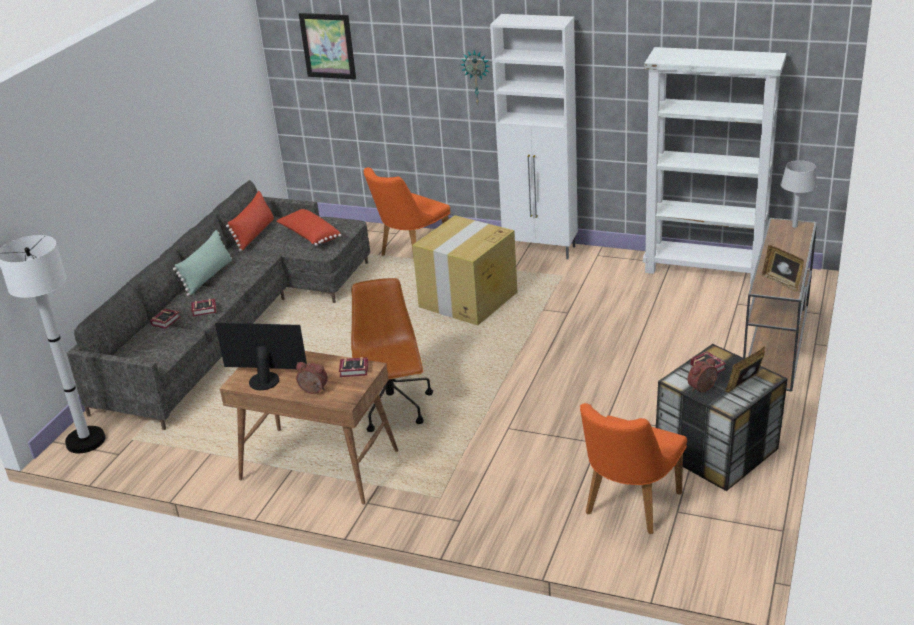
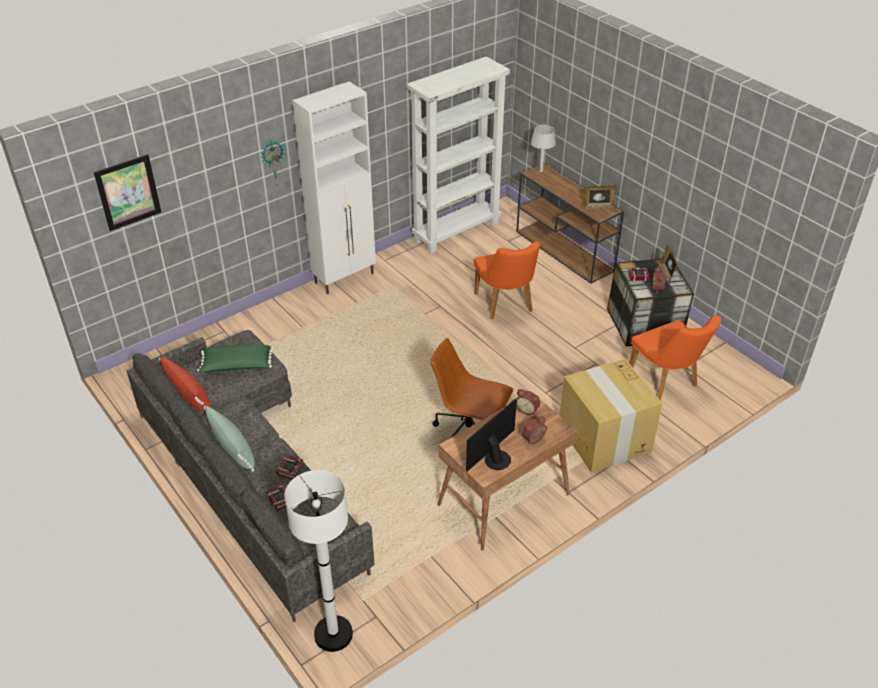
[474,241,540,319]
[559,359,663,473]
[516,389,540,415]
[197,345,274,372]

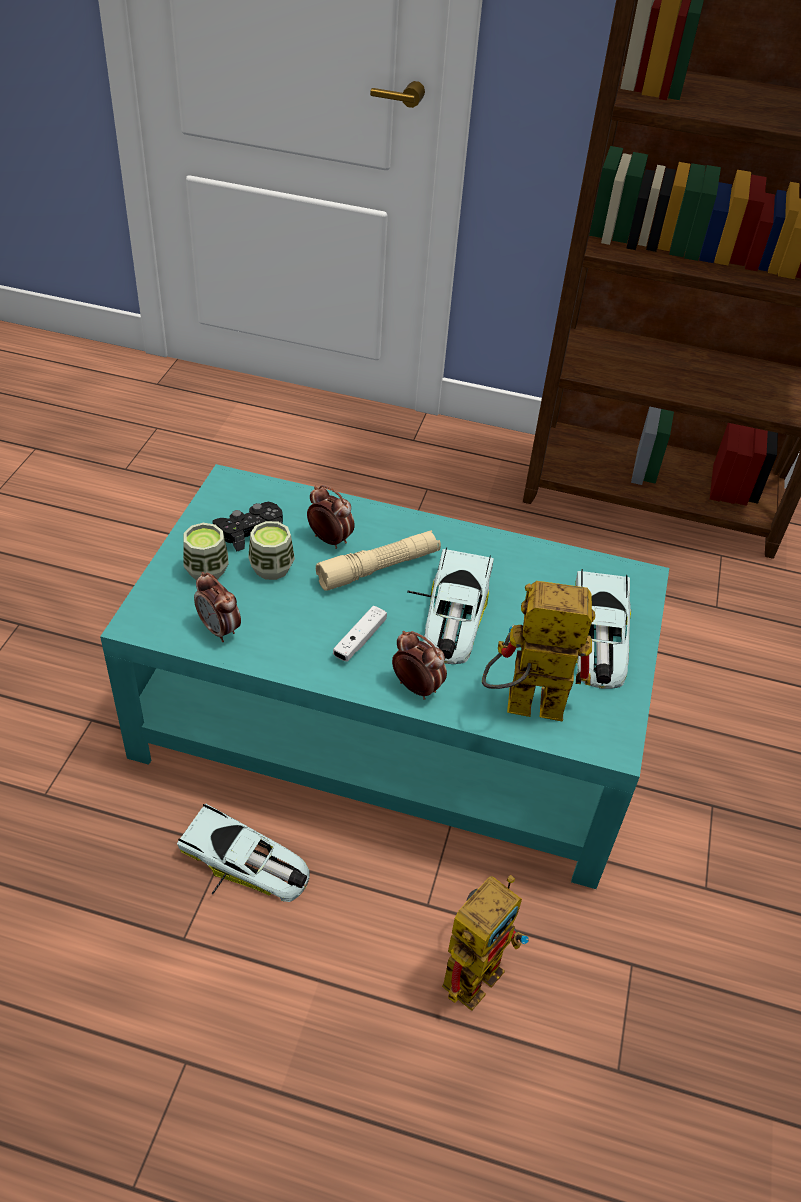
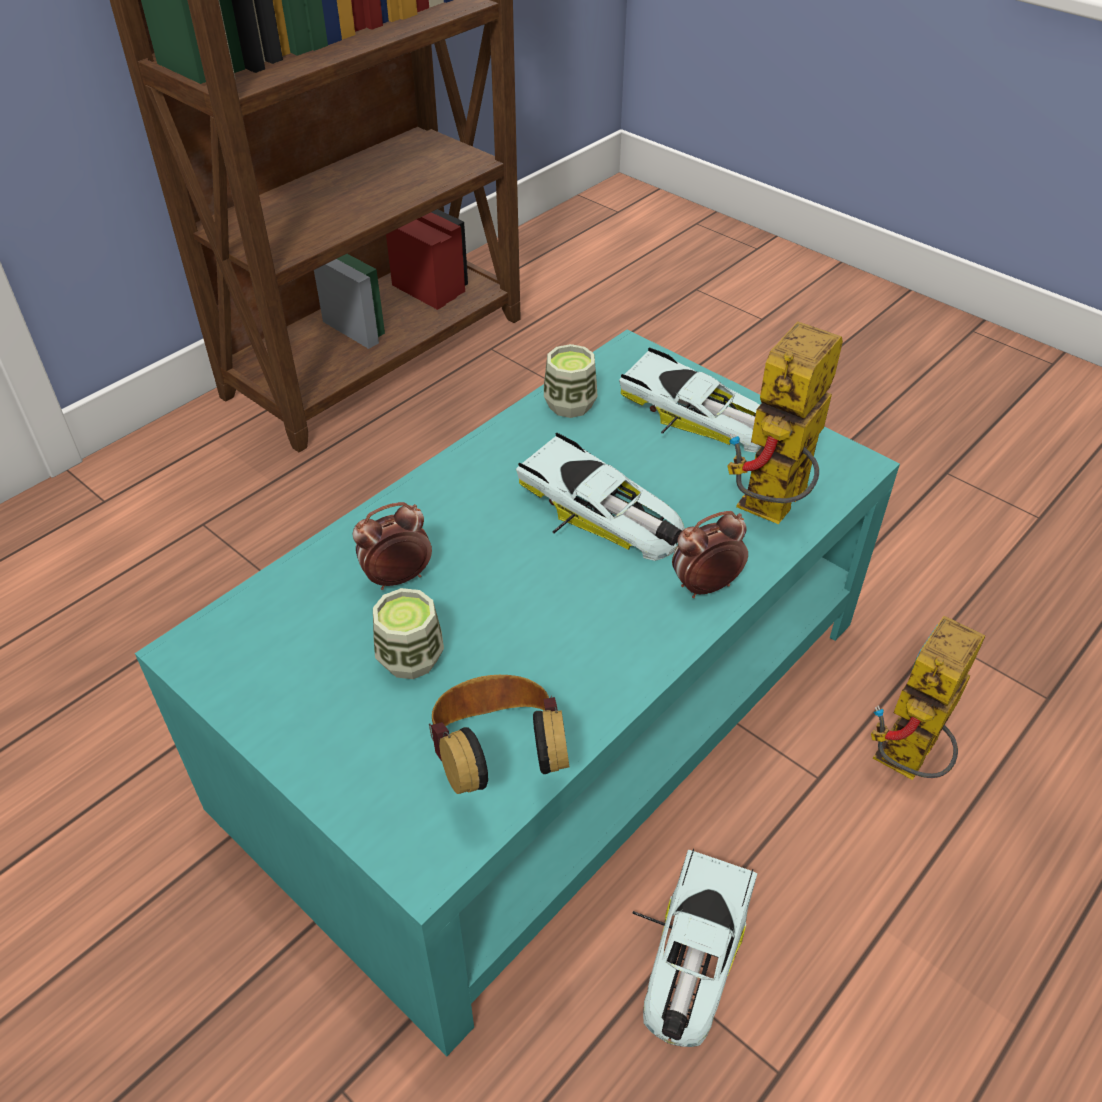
[213,502,283,551] (first image)
[316,530,441,591] (first image)
[333,606,387,662] (first image)
[544,344,598,418]
[429,675,569,794]
[632,849,758,1047]
[871,616,985,780]

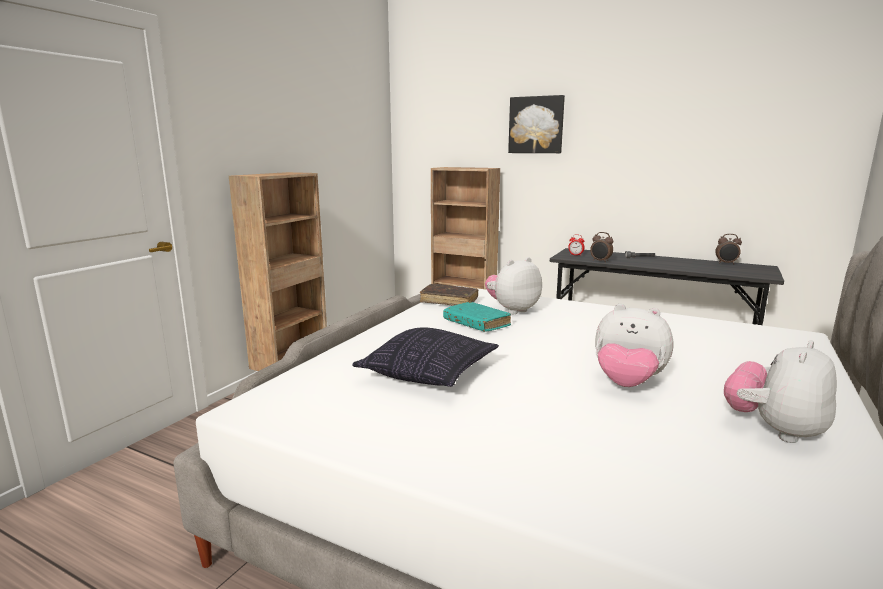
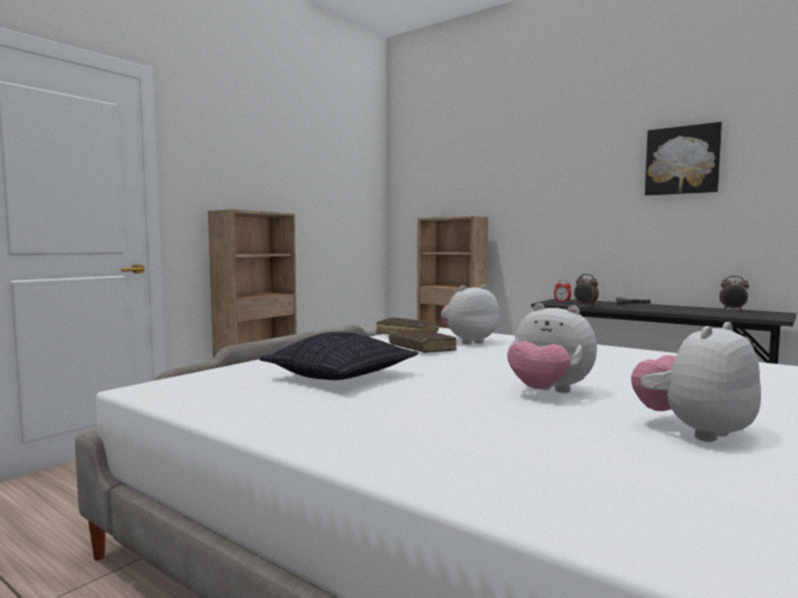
[645,122,722,196]
[389,329,457,353]

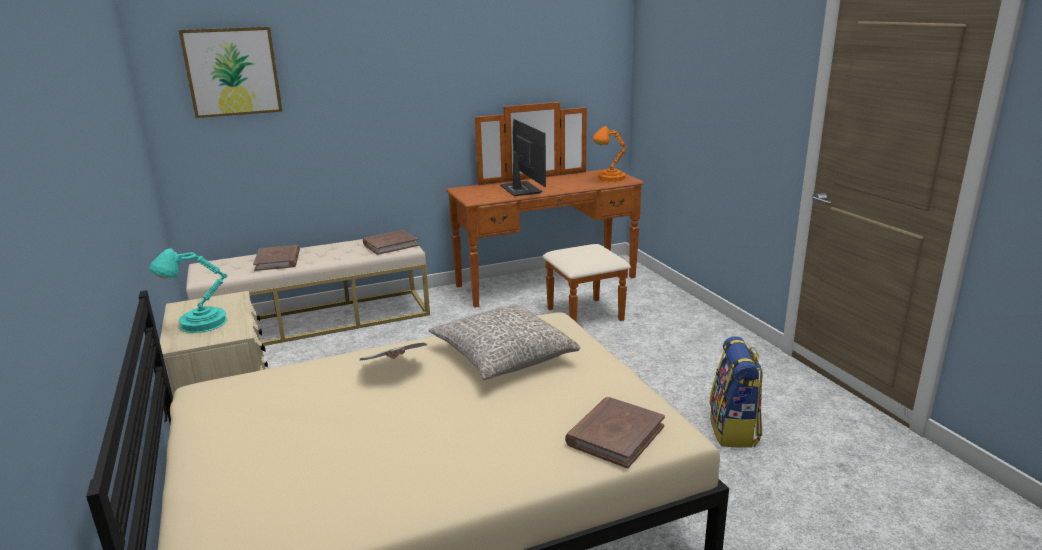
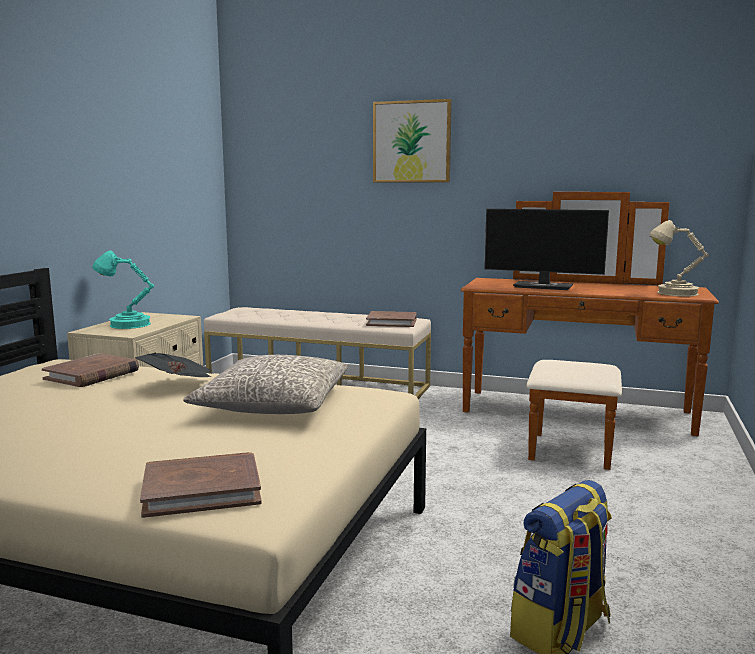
[373,99,452,182]
[42,353,139,387]
[649,220,709,297]
[484,209,609,290]

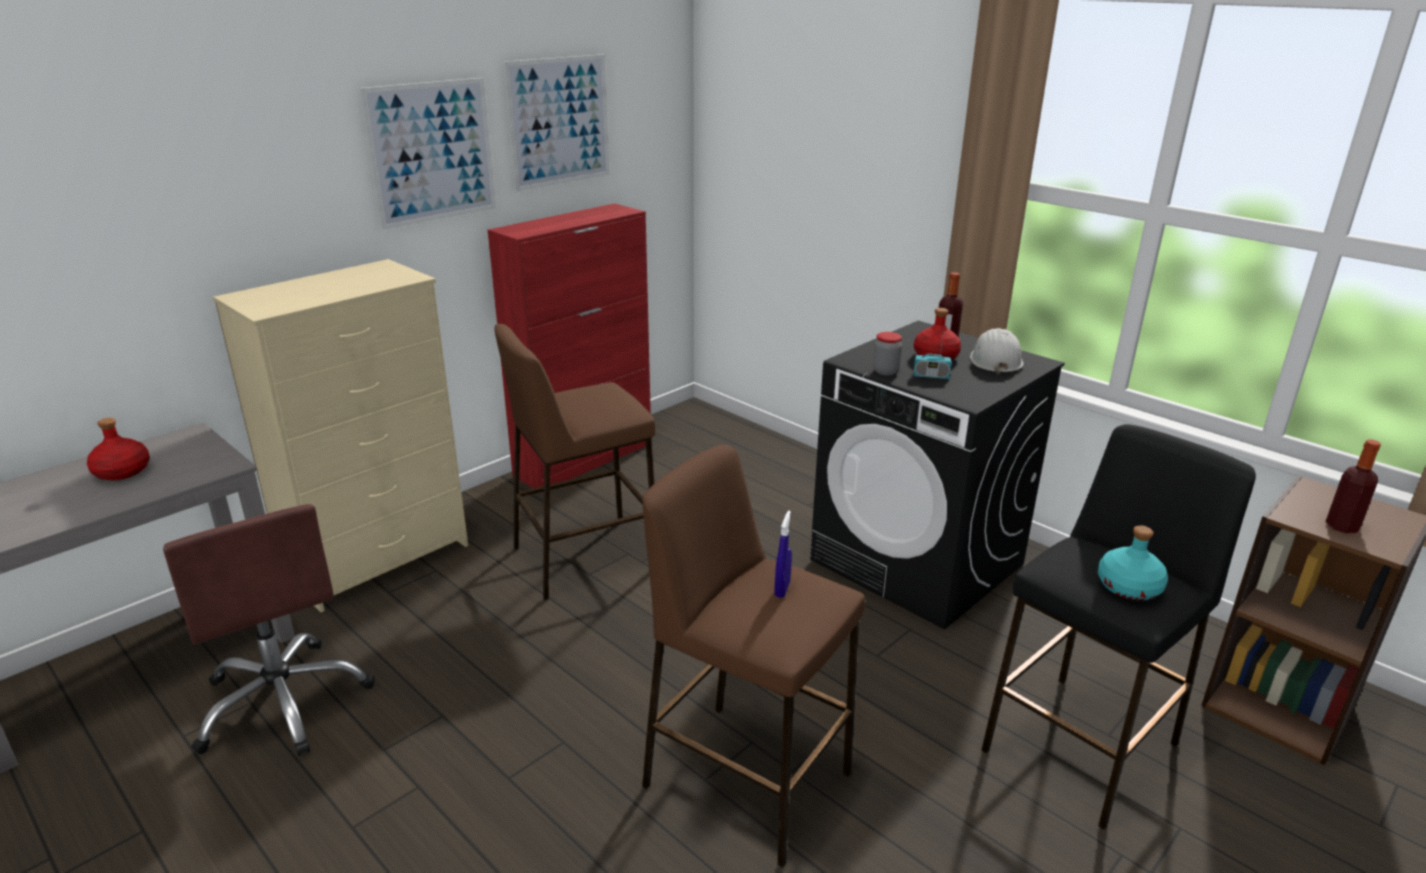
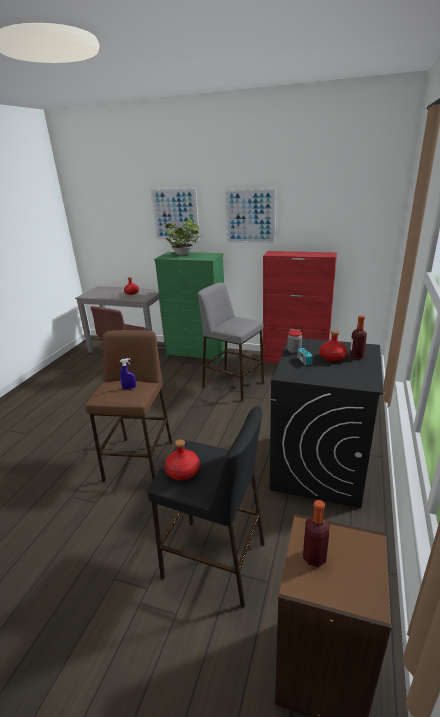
[970,328,1023,375] (first image)
[165,219,201,255]
[150,188,199,240]
[154,252,225,364]
[198,282,264,401]
[165,439,200,480]

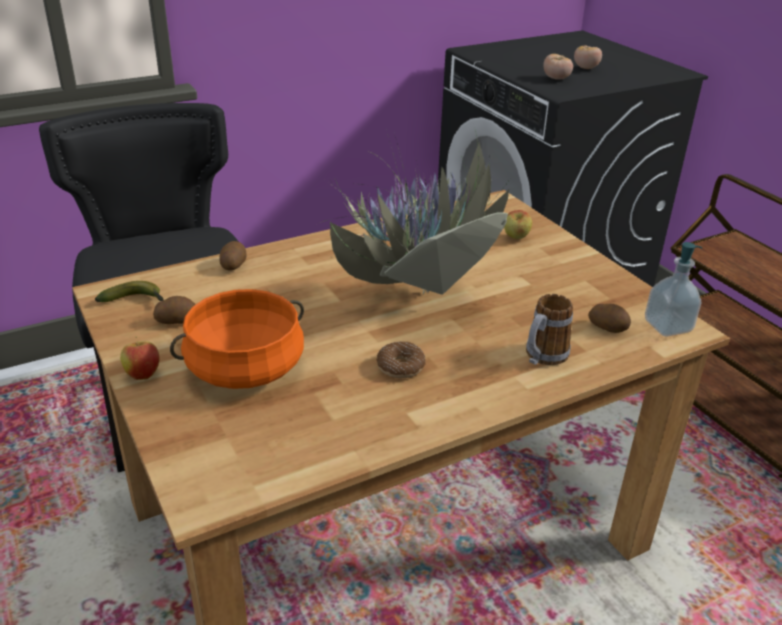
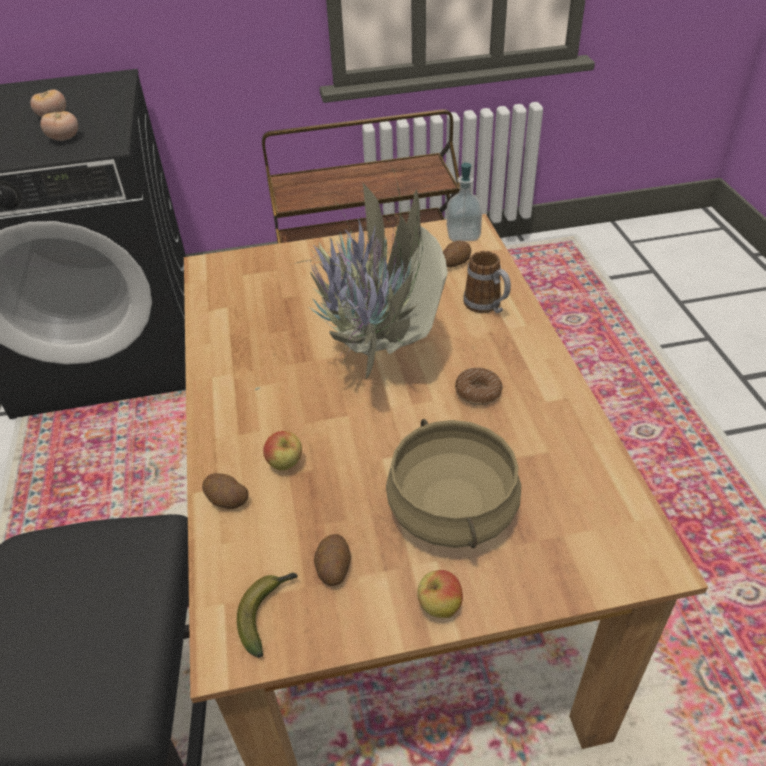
[263,431,302,471]
[386,419,521,548]

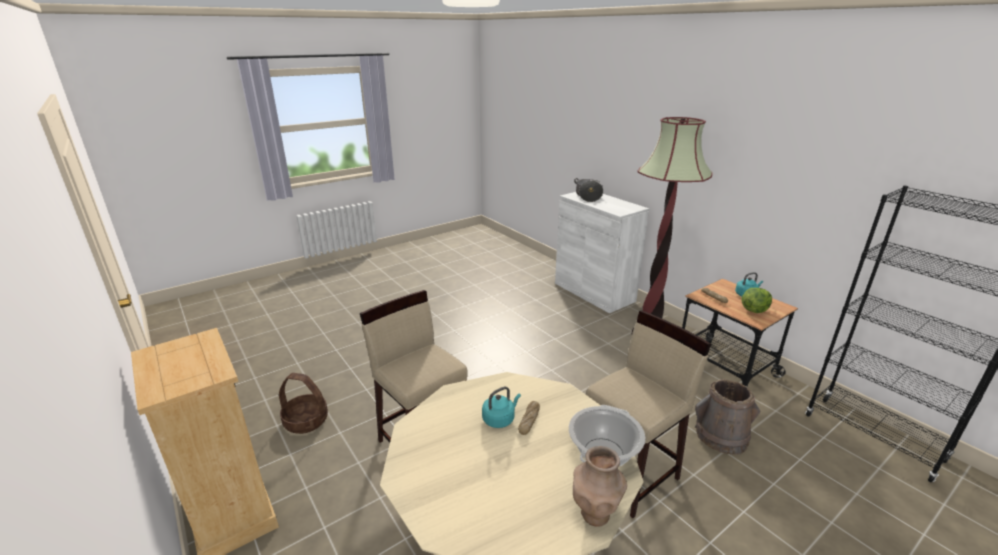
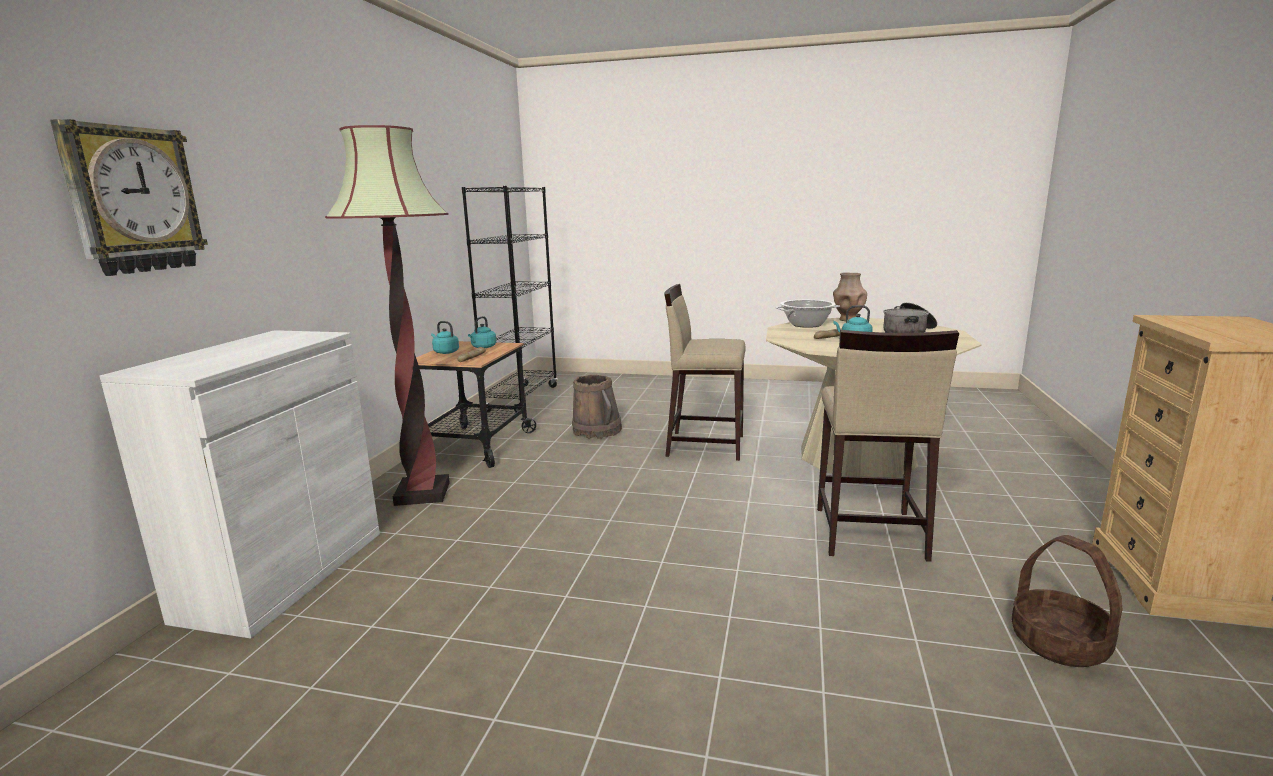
[50,119,208,276]
[883,303,937,333]
[468,316,496,348]

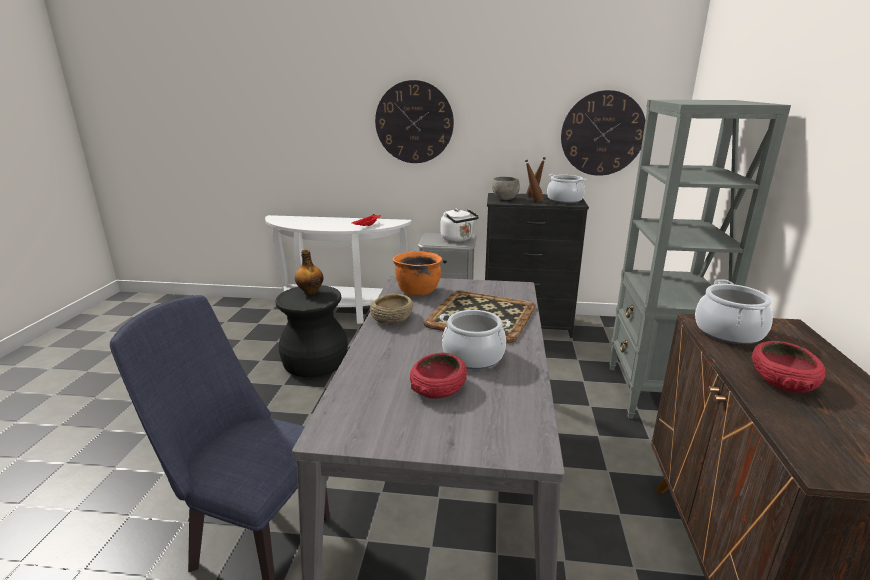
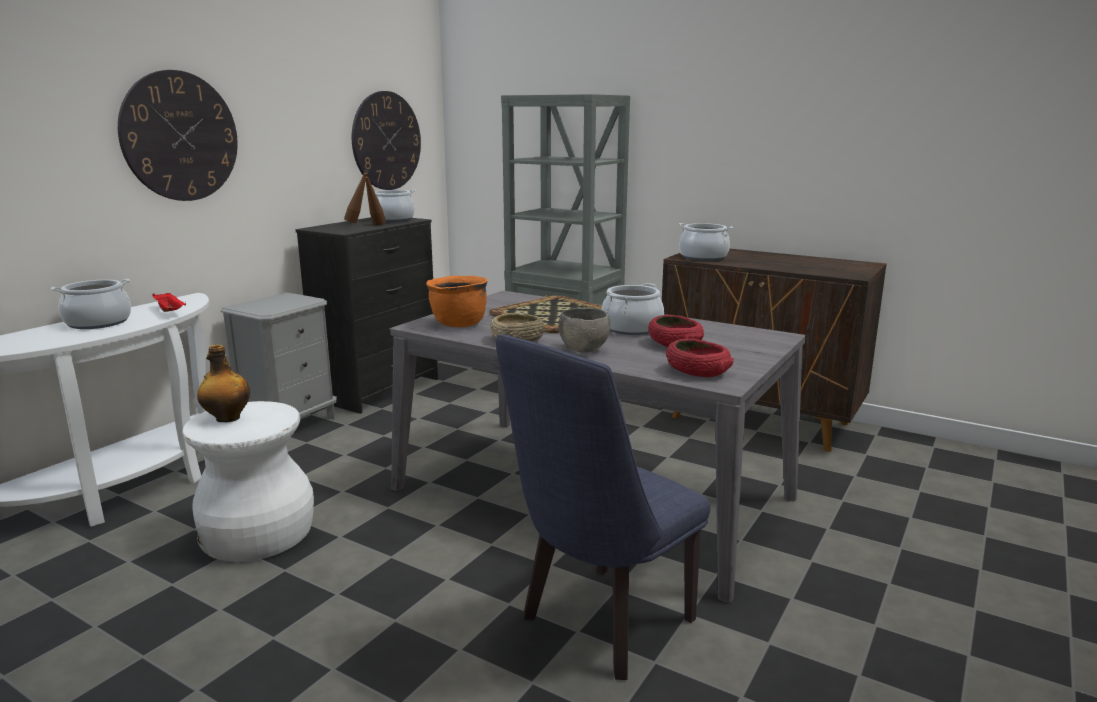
[441,209,479,242] (first image)
[51,279,131,329]
[559,308,611,353]
[666,339,734,377]
[182,401,314,562]

